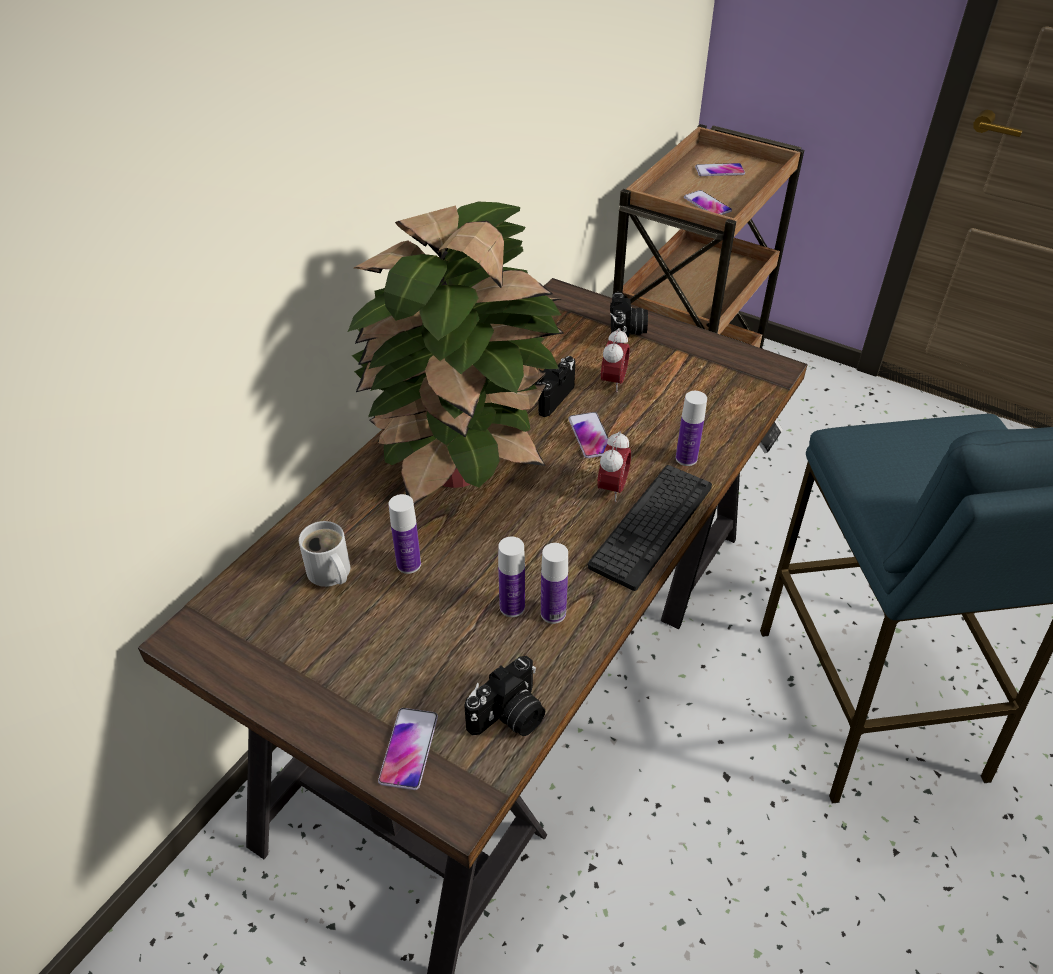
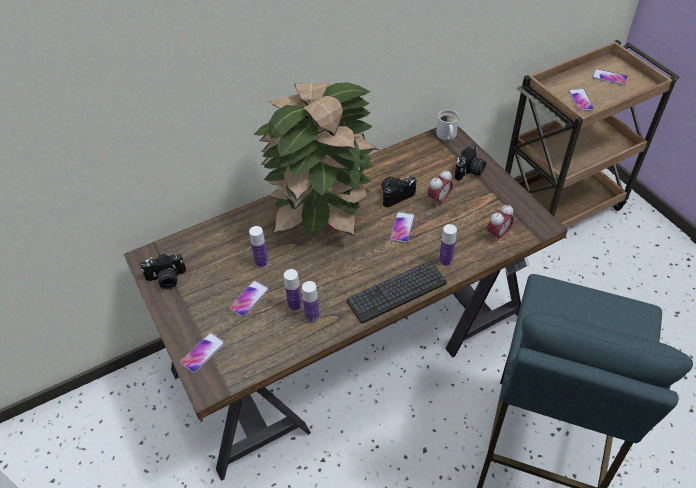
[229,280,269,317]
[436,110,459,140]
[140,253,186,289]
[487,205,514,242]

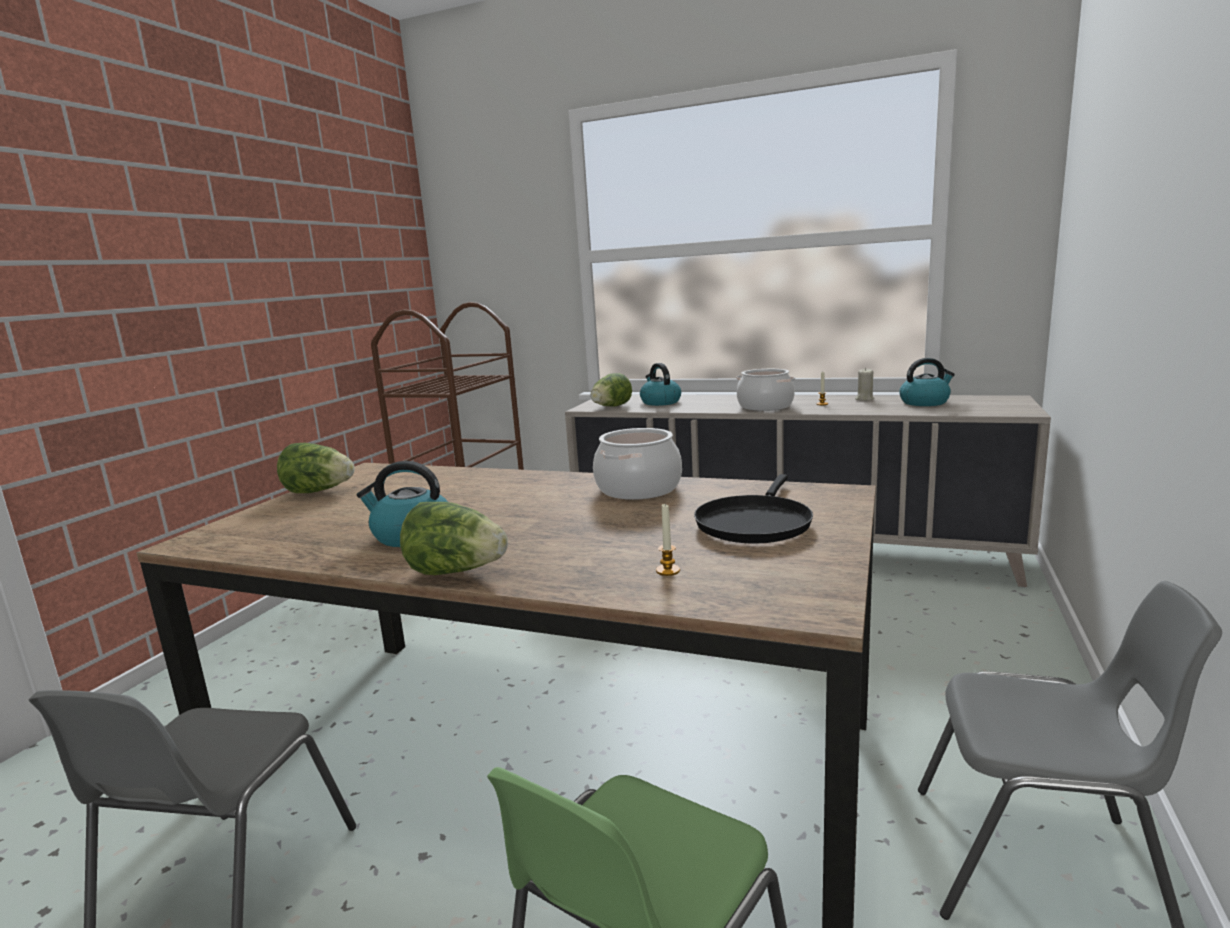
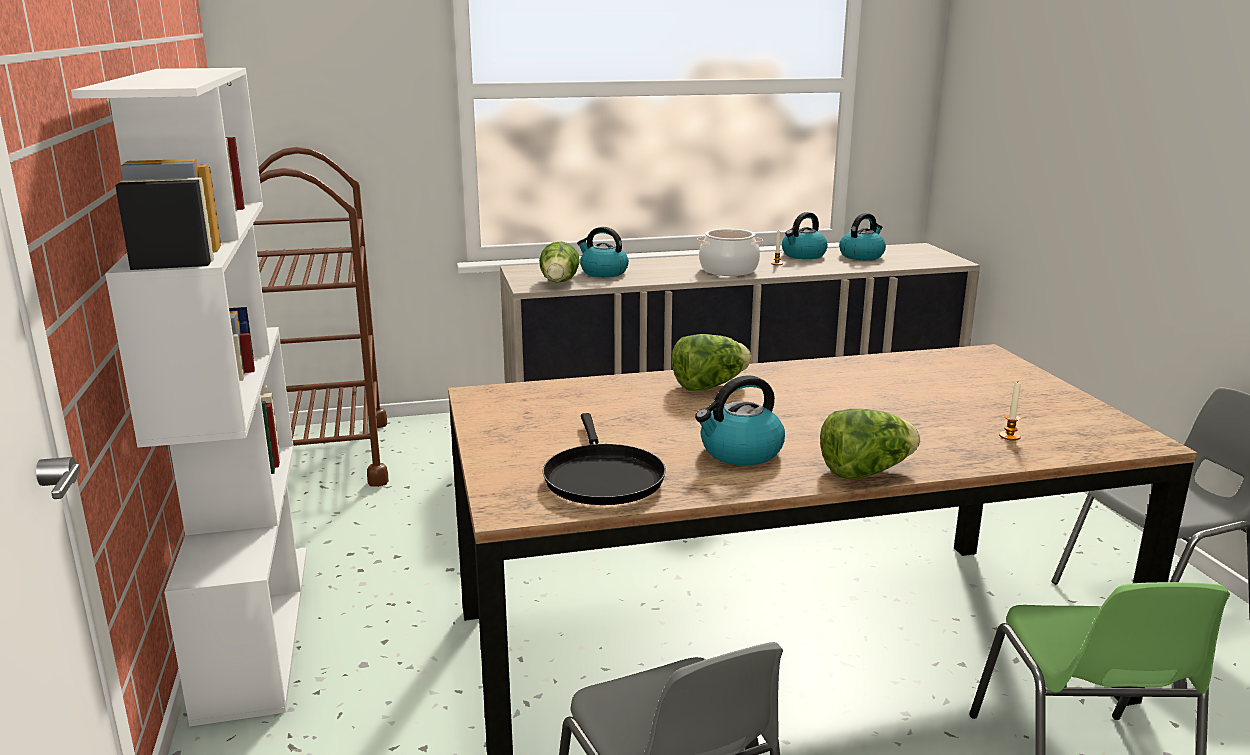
[593,428,682,500] (first image)
[71,68,307,727]
[672,334,751,391]
[543,413,666,505]
[782,212,828,259]

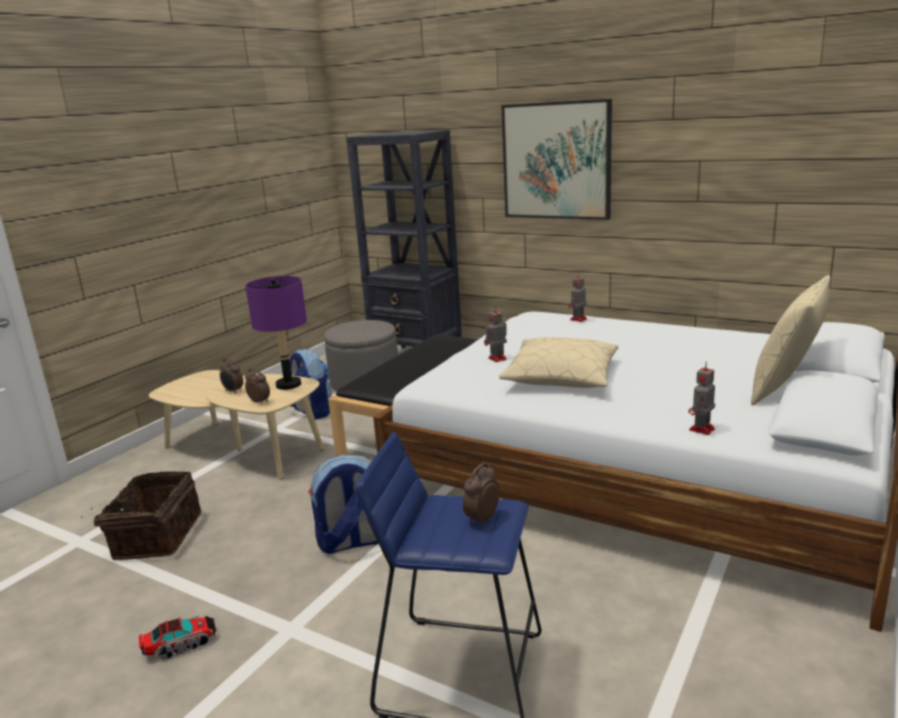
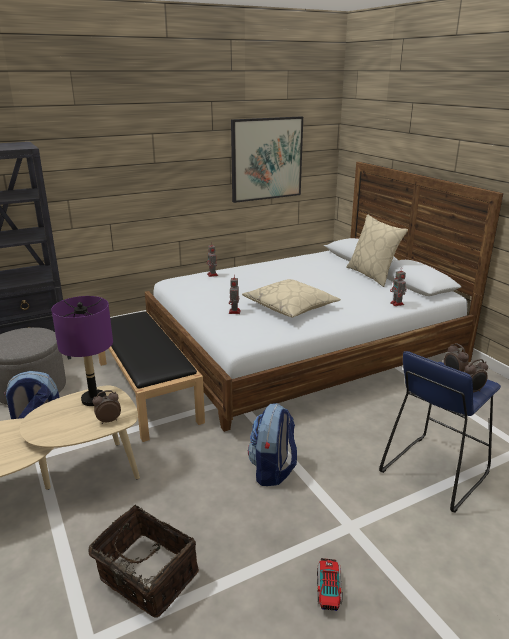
[464,359,488,392]
[231,116,303,203]

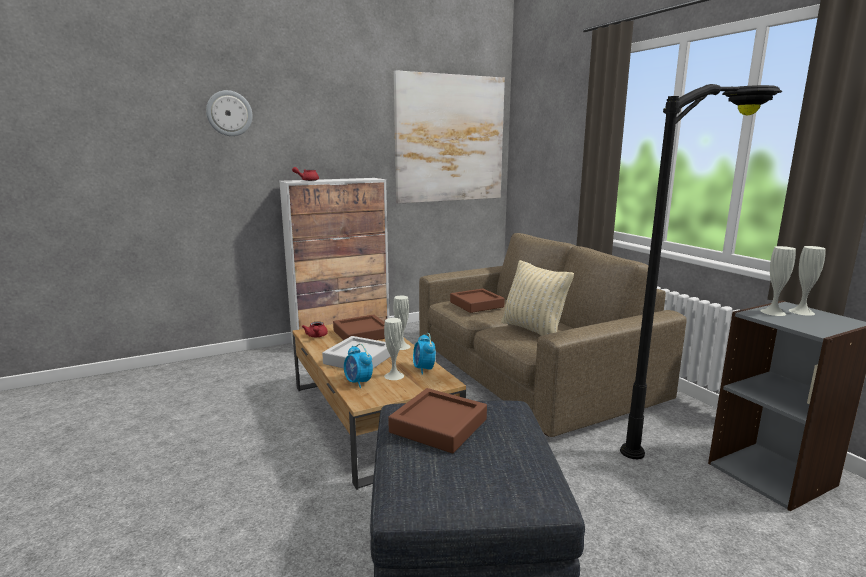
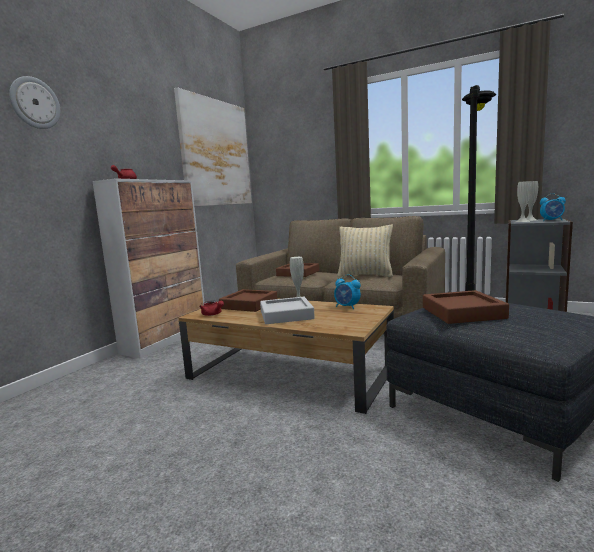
[384,318,404,380] (first image)
[540,193,566,221]

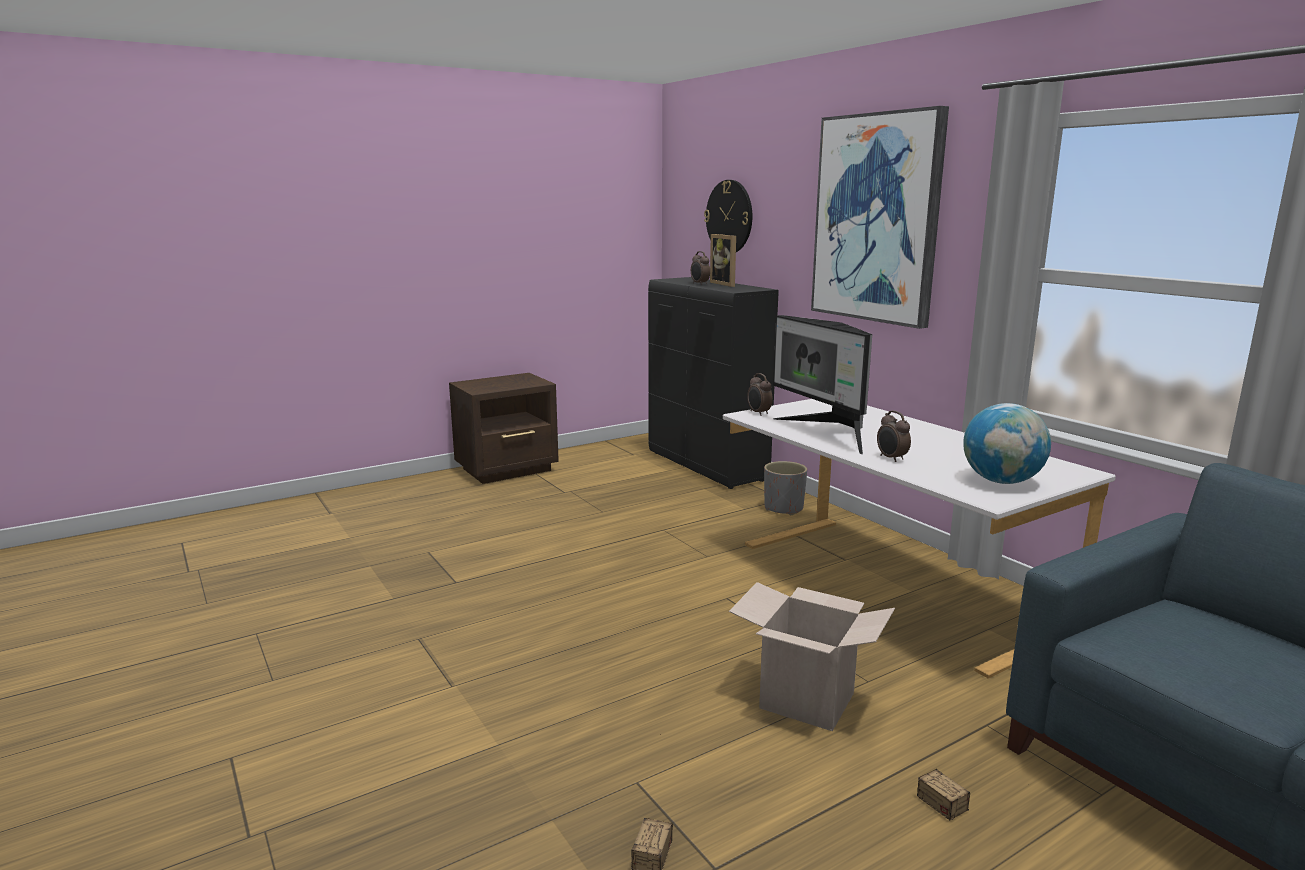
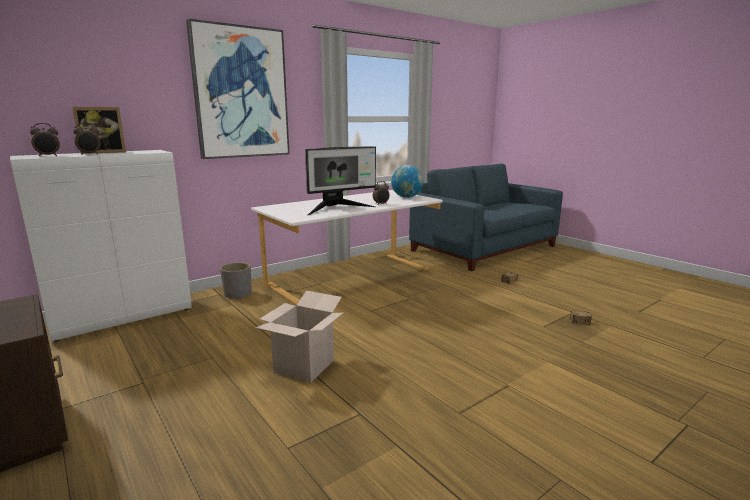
[704,180,752,252] (first image)
[255,291,344,383]
[30,123,60,157]
[10,150,192,342]

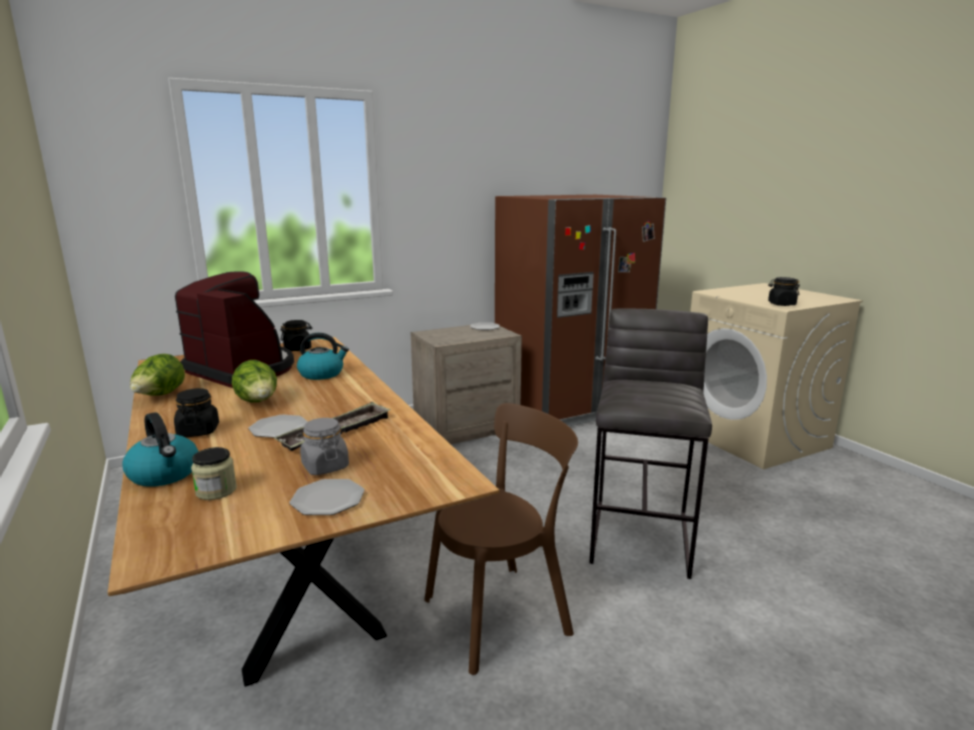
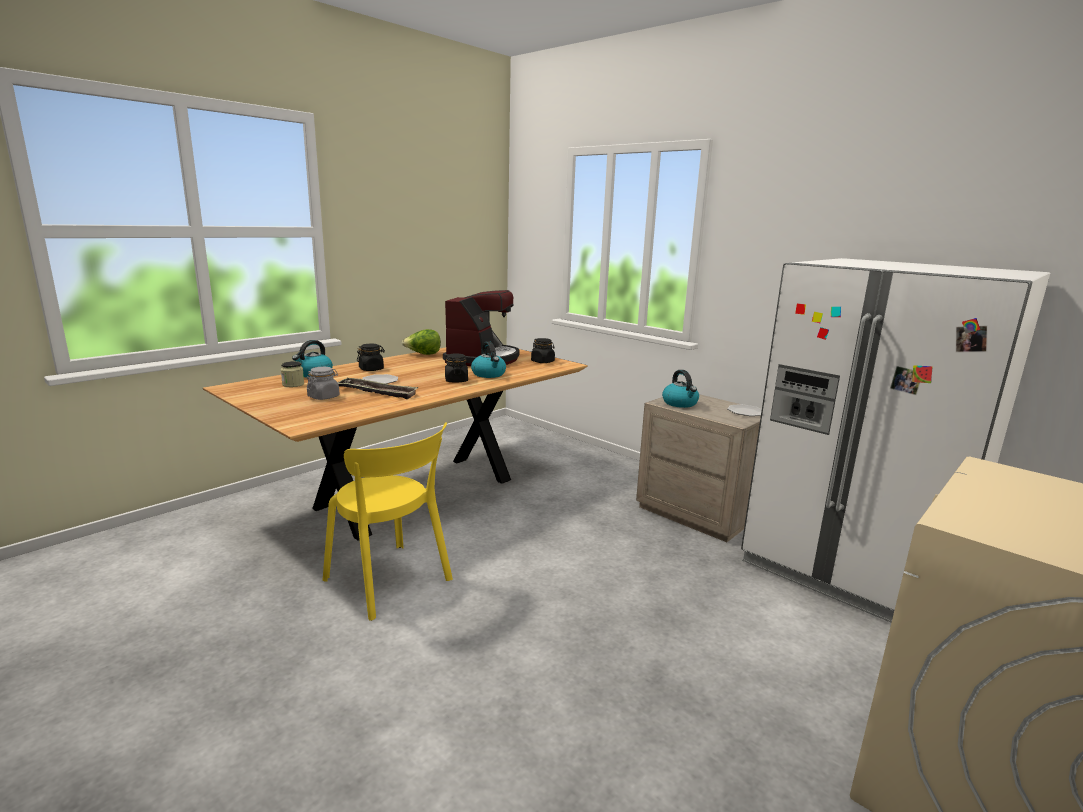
[232,360,277,403] (first image)
[289,479,365,515] (first image)
[589,308,712,579] (first image)
[662,370,699,408]
[445,353,468,383]
[323,422,453,621]
[741,258,1050,623]

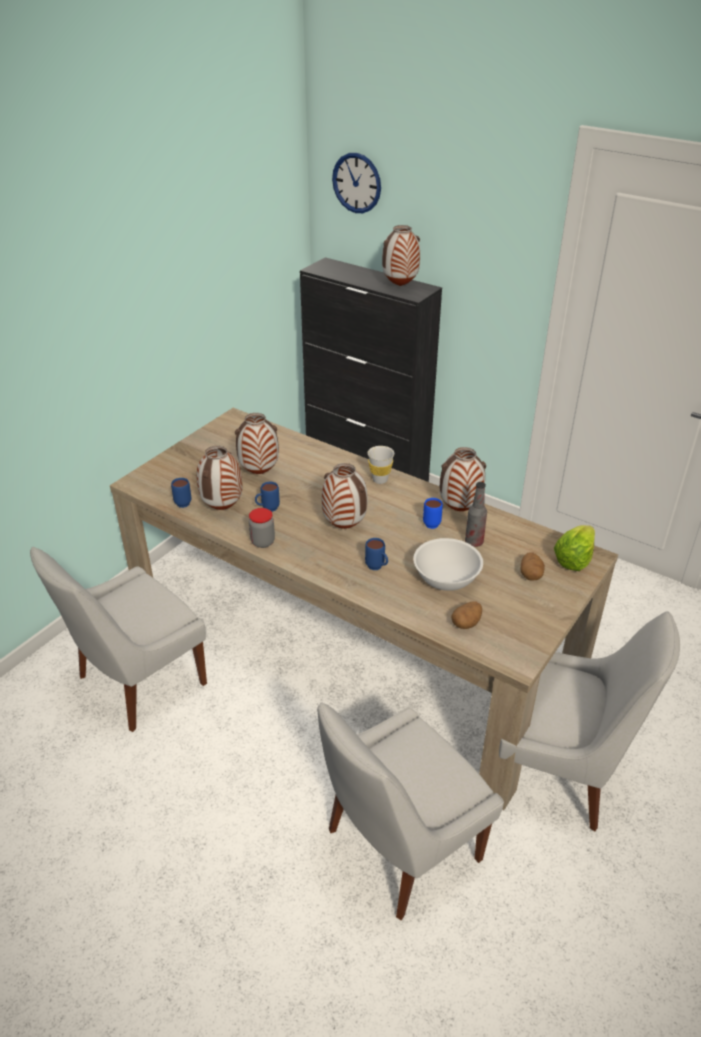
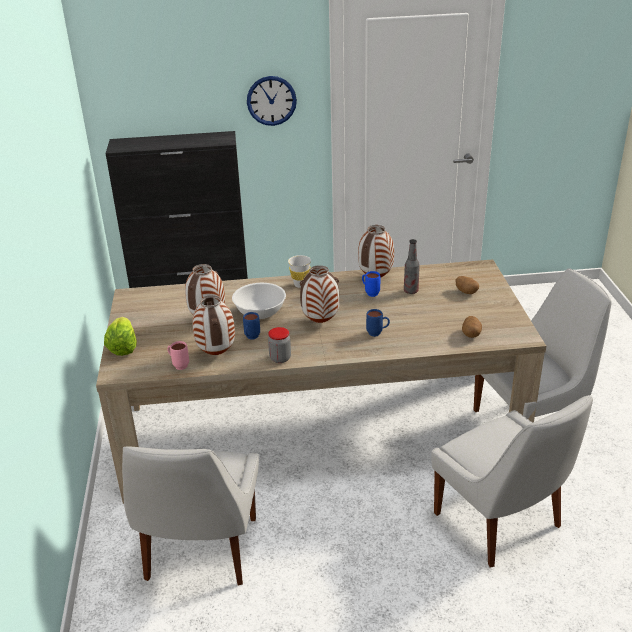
[382,225,420,286] (first image)
[247,76,297,126]
[232,283,286,319]
[104,317,137,356]
[167,341,189,370]
[431,395,593,568]

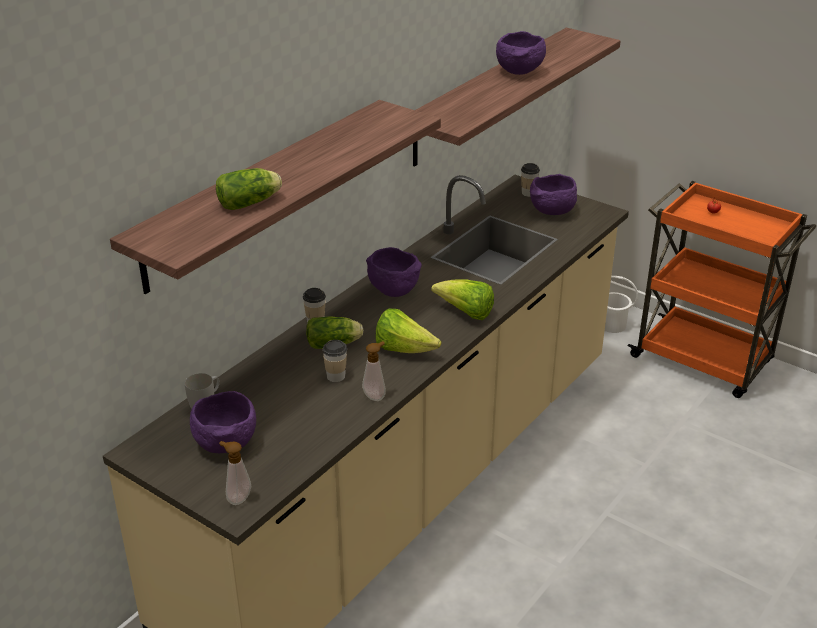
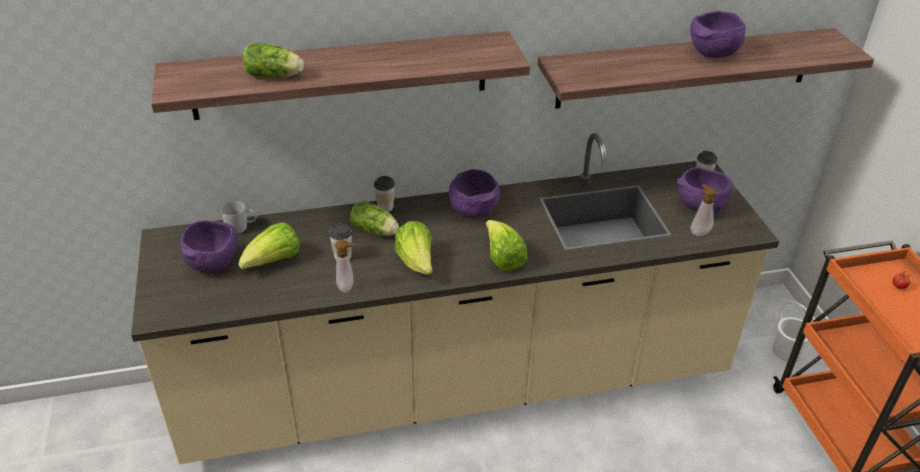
[238,222,300,269]
[690,184,716,236]

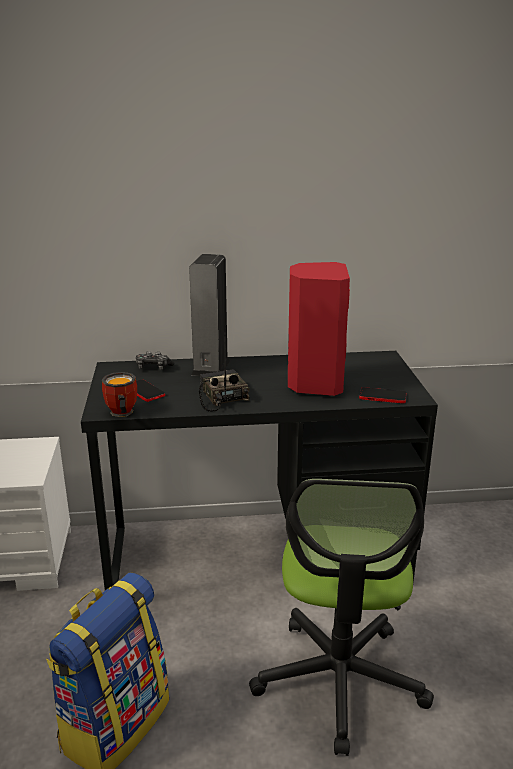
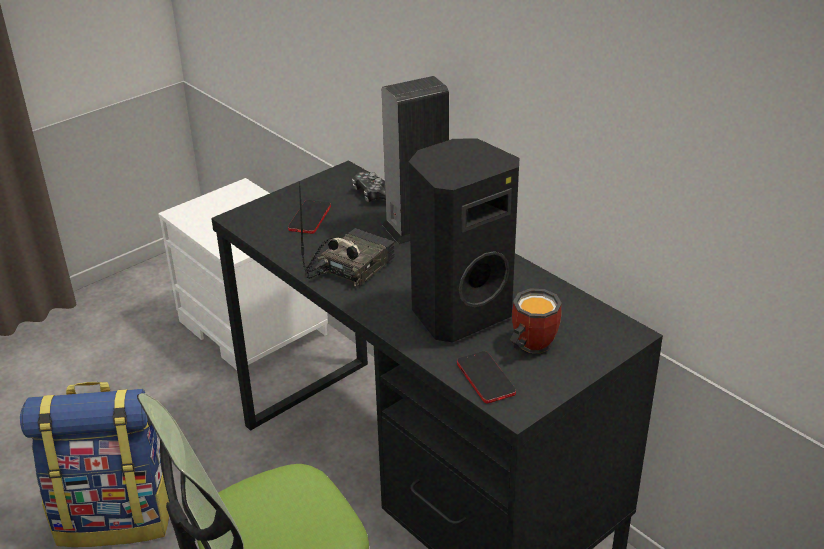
[510,289,562,353]
[409,139,519,342]

